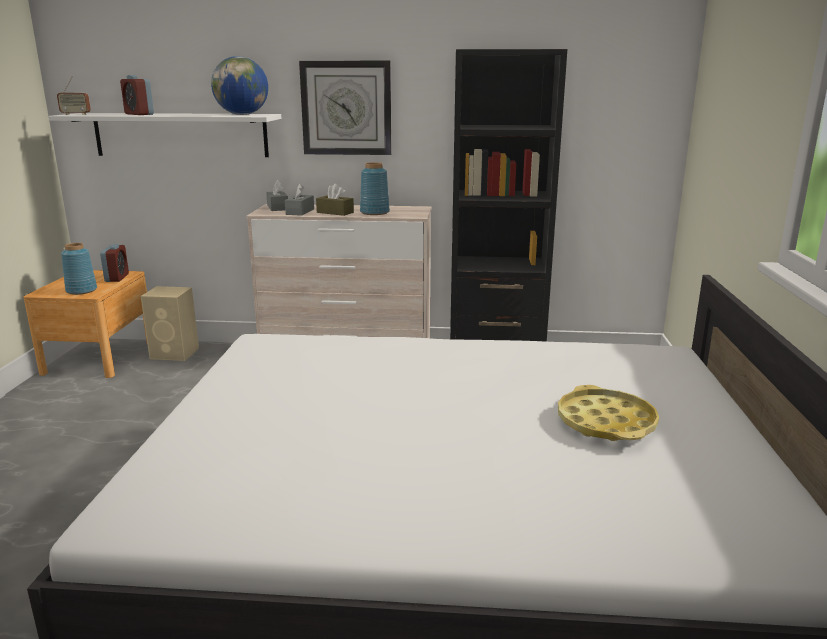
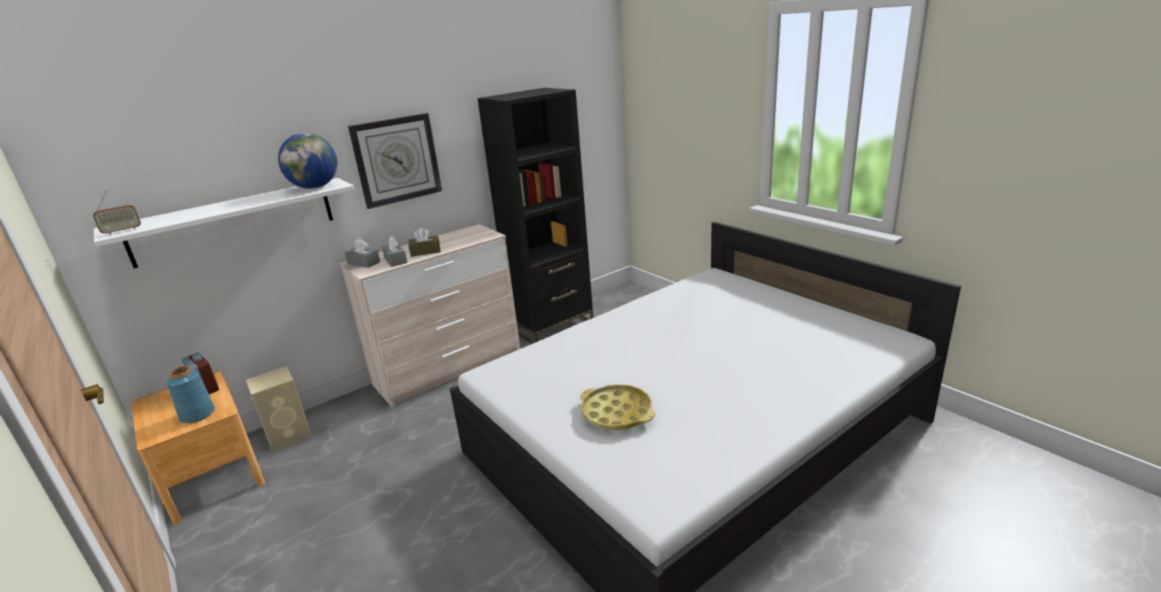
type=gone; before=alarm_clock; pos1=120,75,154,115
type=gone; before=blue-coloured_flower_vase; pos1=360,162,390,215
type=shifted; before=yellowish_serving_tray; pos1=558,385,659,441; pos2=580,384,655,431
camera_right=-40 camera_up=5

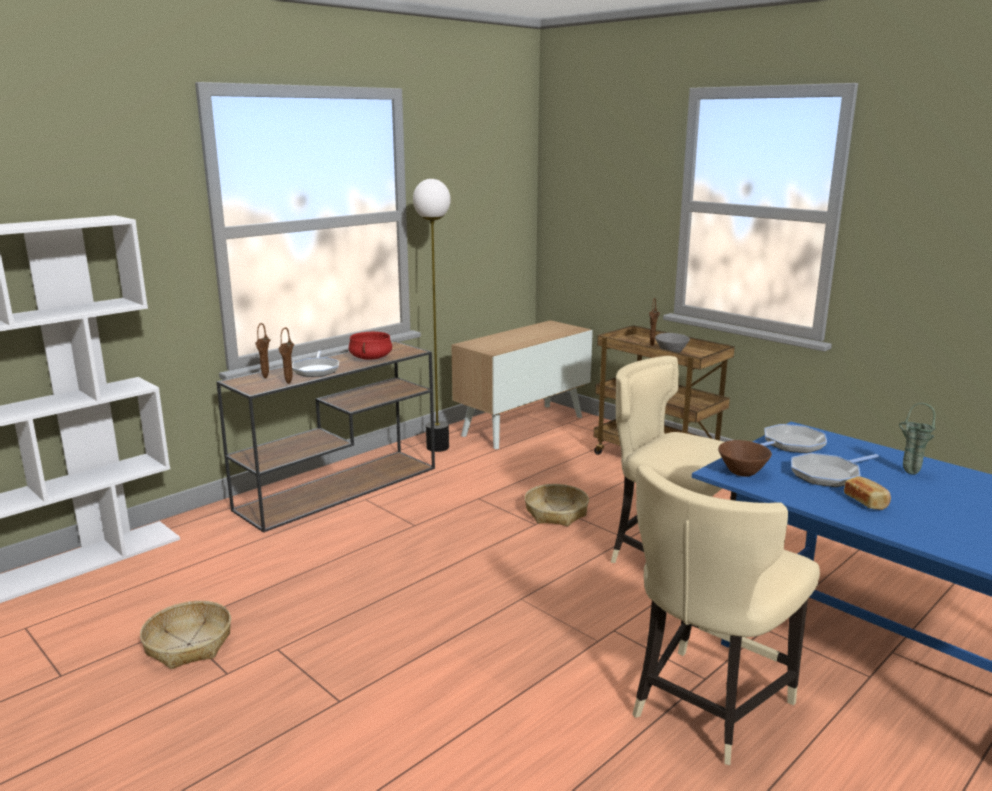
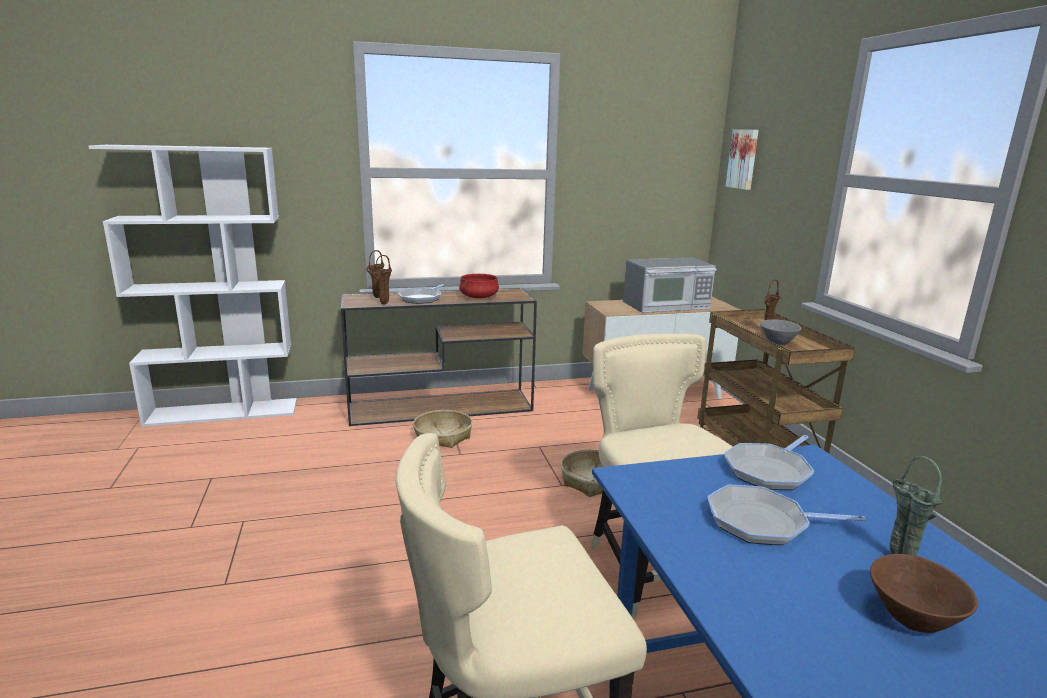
type=gone; before=standing_lamp; pos1=413,179,451,452
type=gone; before=bakery_bread; pos1=844,476,891,510
type=new; after=microwave_oven; pos2=623,258,717,313
type=new; after=wall_art; pos2=725,130,759,190
type=shifted; before=household_basket; pos1=140,601,231,669; pos2=413,410,472,448
type=shifted; before=brown_serving_bowl; pos1=718,440,772,477; pos2=870,554,978,633
type=rotated; before=pan; pos1=761,424,827,453; pos2=724,435,814,490; turn=135
camera_right=30 camera_up=0

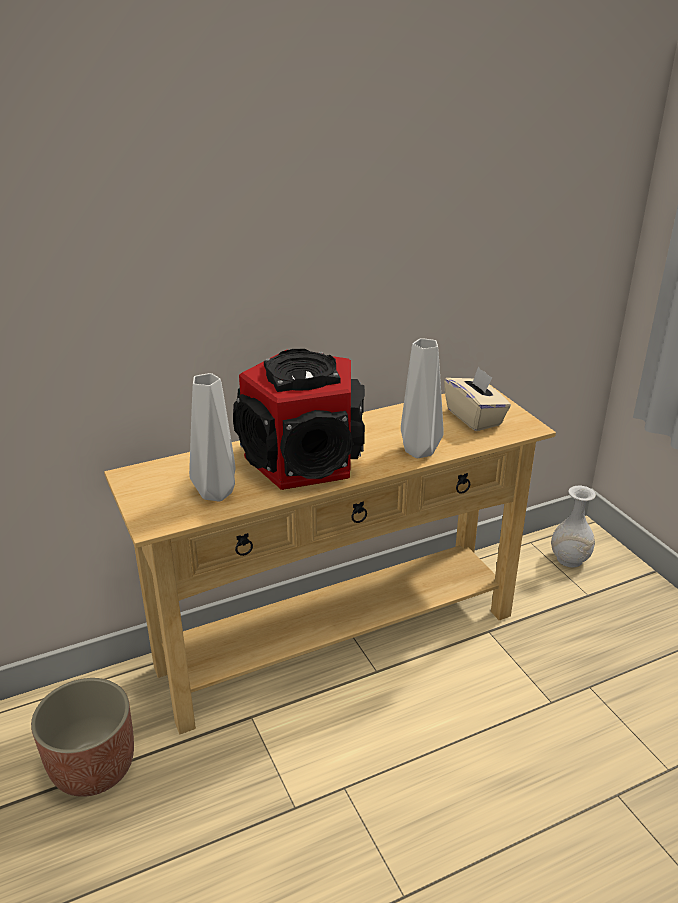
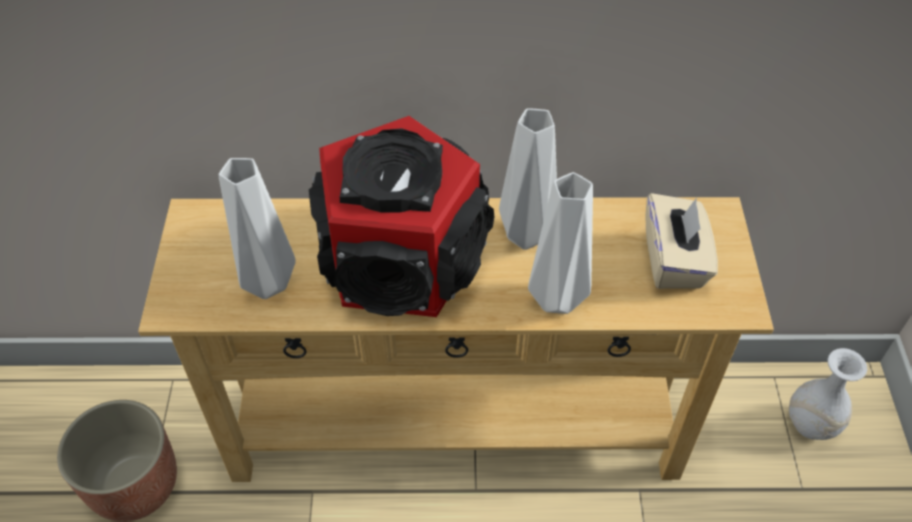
type=new; after=gray_flower_vase; pos2=499,108,557,250
camera_right=25 camera_up=20

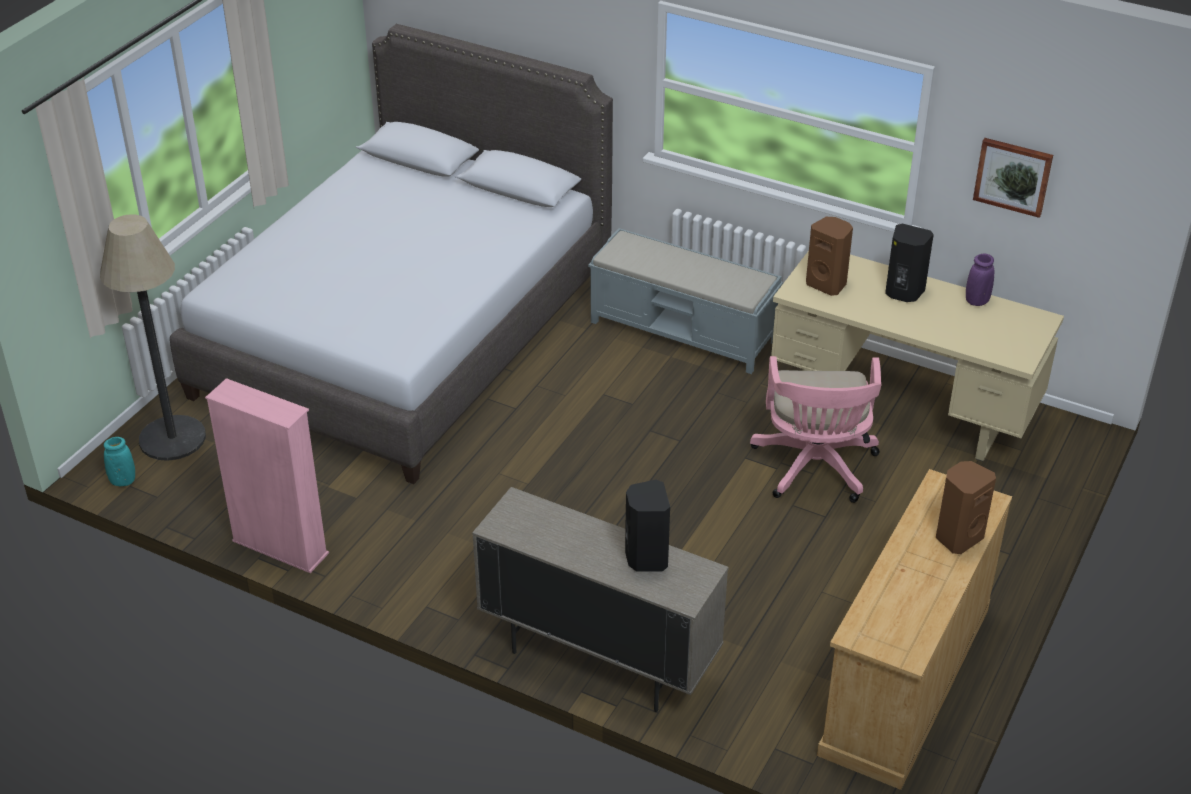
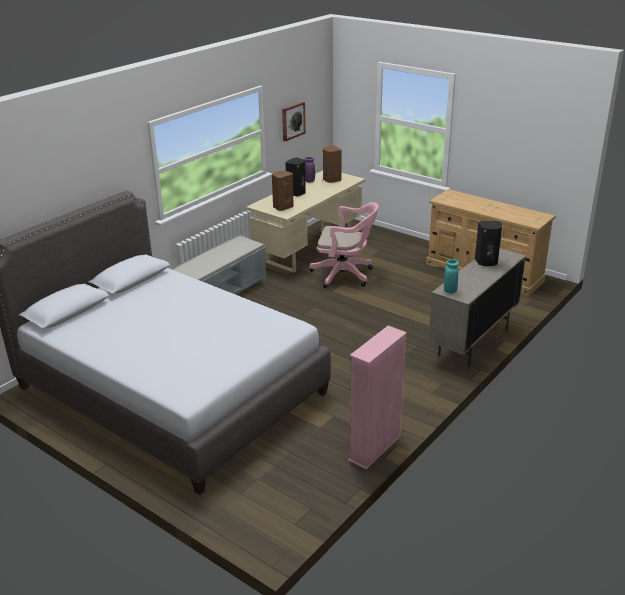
type=gone; before=standing_lamp; pos1=100,214,206,461
type=shifted; before=turquoise-coloured_flower_vase; pos1=104,437,135,486; pos2=444,259,459,293
type=shifted; before=brown_audio_speaker; pos1=936,461,996,554; pos2=323,145,342,183
camera_right=-80 camera_up=-10

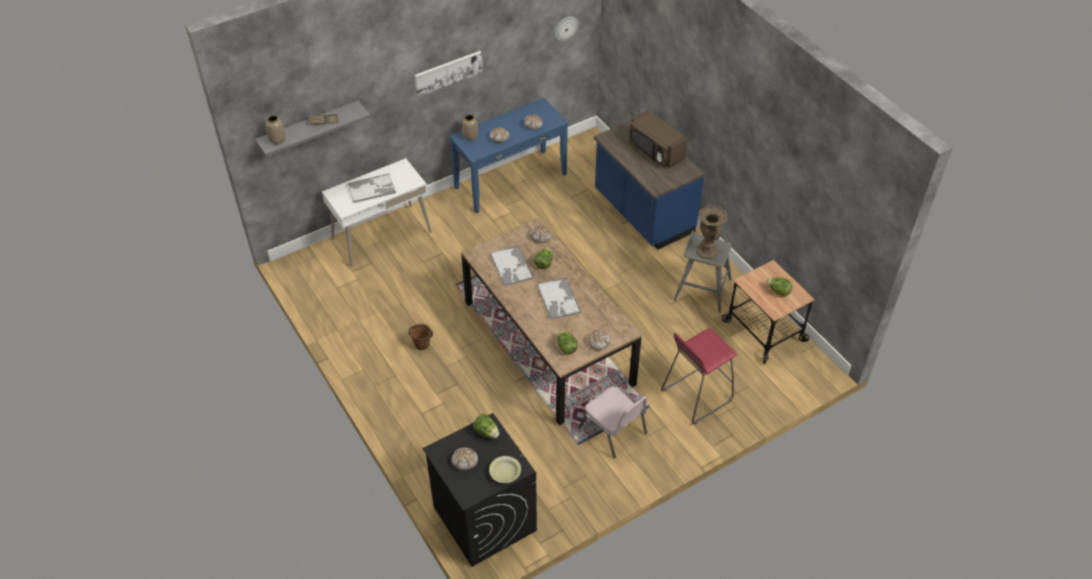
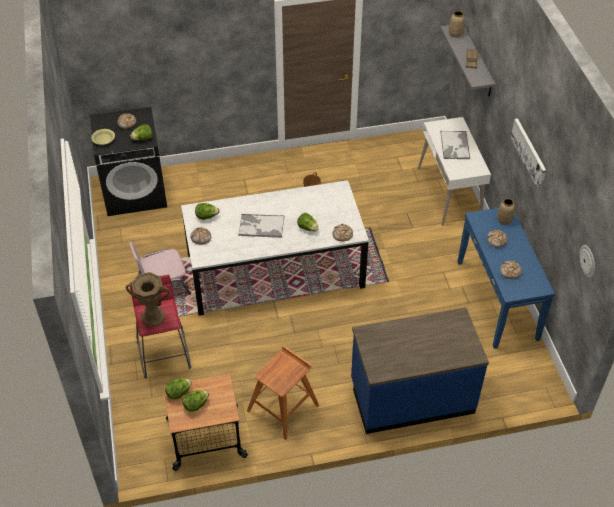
type=gone; before=serving_tray; pos1=490,246,533,286
type=gone; before=brown_microwave_oven; pos1=629,110,688,168
type=new; after=head_of_lettuce; pos2=165,378,192,400
type=shifted; before=brown_flower_vase; pos1=696,205,727,259; pos2=126,272,170,327
type=repainted; before=brown_dining_table; after=whitish_dining_table; pos1=461,218,642,426; pos2=181,180,369,316
type=repainted; before=gray_stool; after=brown_stool; pos1=673,230,732,313; pos2=247,346,319,440
camera_right=110 camera_up=0

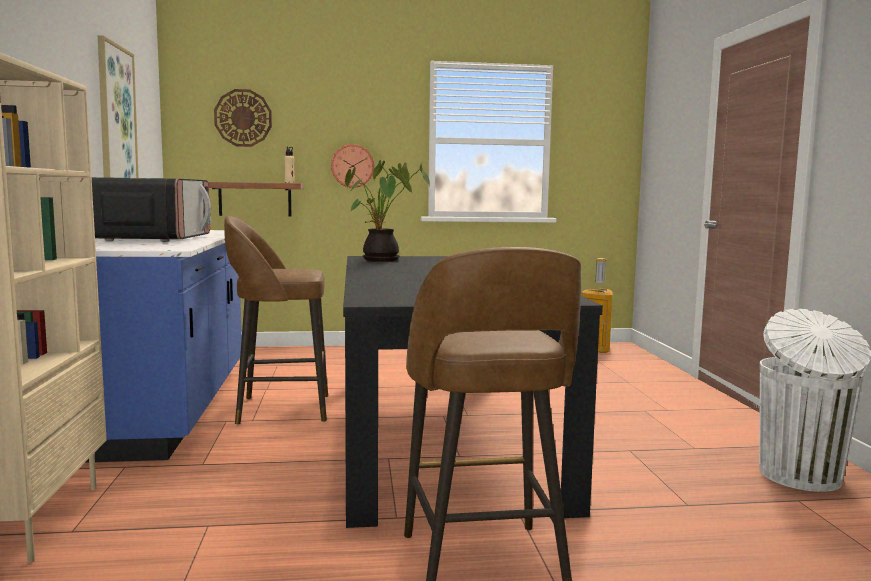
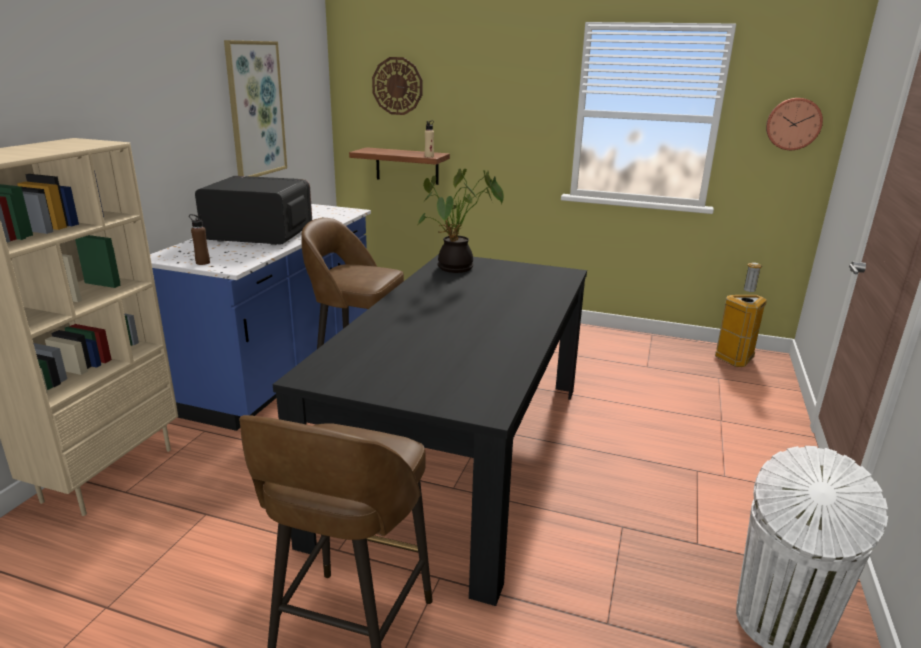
type=new; after=brown_bottle; pos2=189,214,210,265
type=shifted; before=wall_clock; pos1=331,144,374,188; pos2=766,98,823,150
type=rotated; before=microwave_oven; pos1=92,177,212,242; pos2=195,176,312,245; turn=-105
camera_right=25 camera_up=15

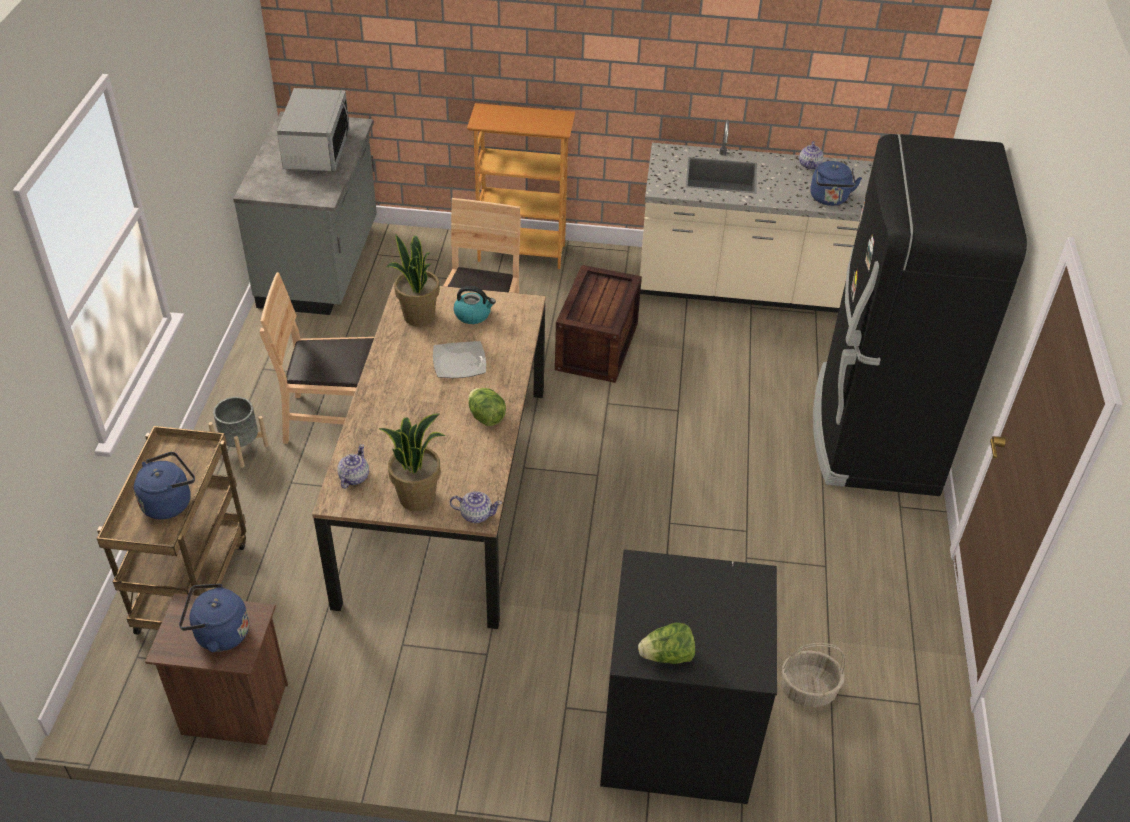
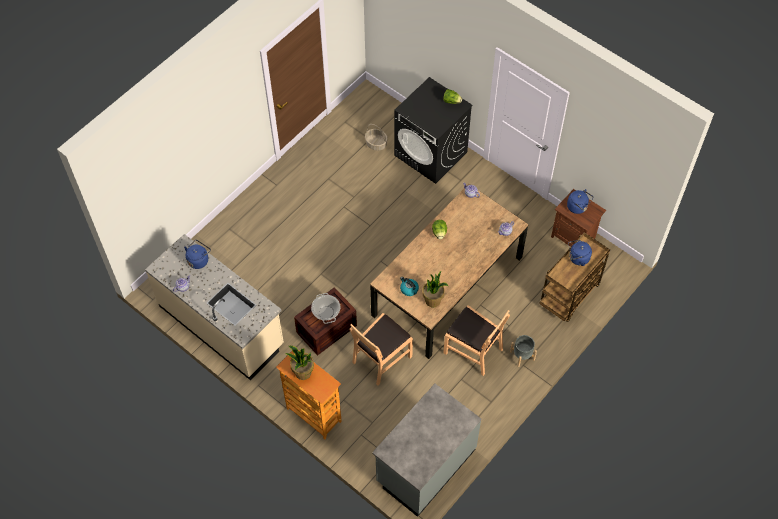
type=gone; before=microwave_oven; pos1=277,88,350,172
type=gone; before=plate; pos1=433,341,486,378
type=gone; before=black_fridge; pos1=813,134,1027,496
type=new; after=saucepot; pos2=311,293,340,324
type=shifted; before=plant_in_a_pot; pos1=379,413,446,511; pos2=285,346,314,380
camera_right=-145 camera_up=15

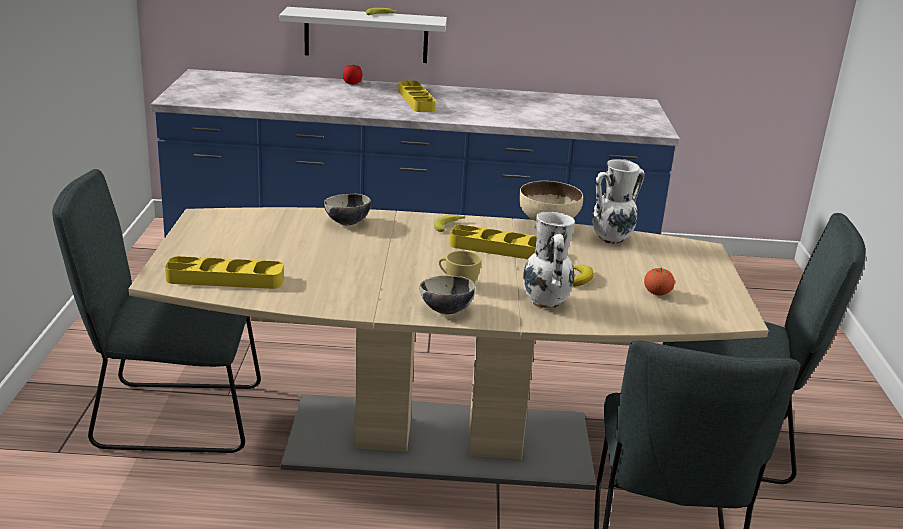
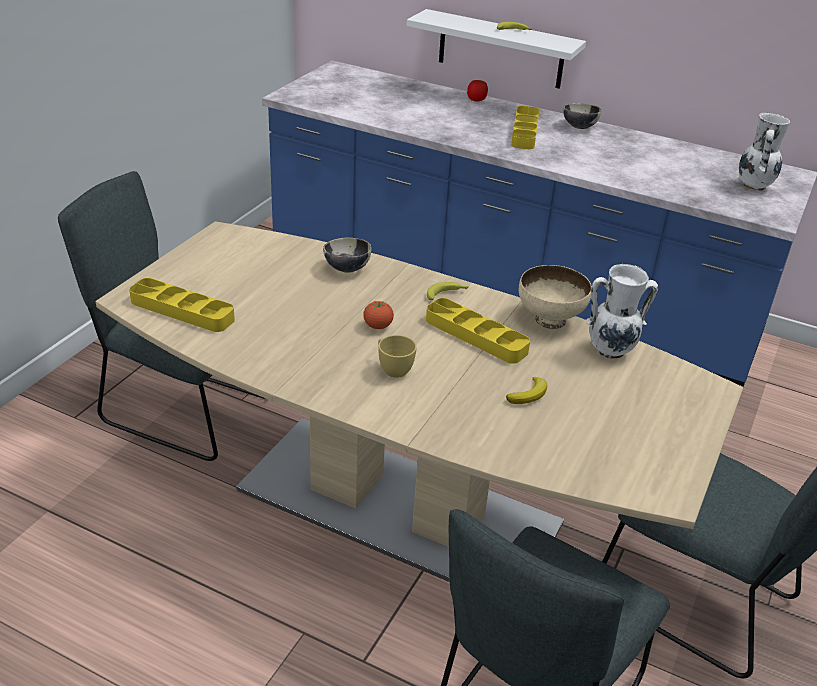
type=shifted; before=serving_bowl; pos1=420,275,475,314; pos2=563,103,602,129
type=shifted; before=whitish_flower_vase; pos1=523,211,575,308; pos2=739,112,790,191
type=shifted; before=fresh_tomato; pos1=644,268,675,295; pos2=363,301,394,329
camera_right=25 camera_up=10

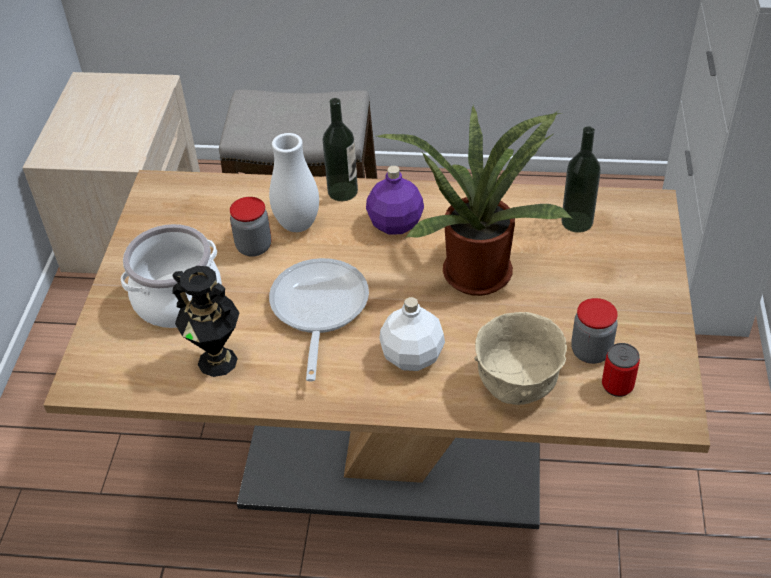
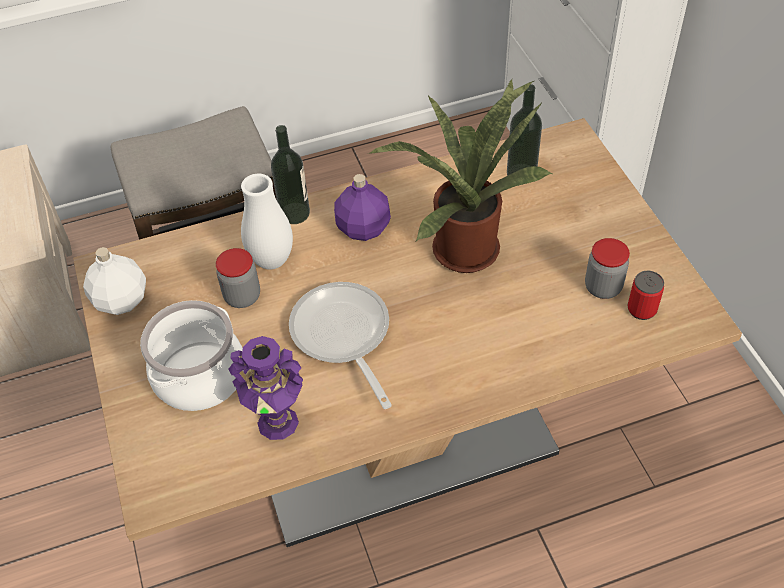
type=gone; before=beige_serving_bowl; pos1=474,312,567,405
type=shifted; before=whitish_bottle; pos1=379,297,445,371; pos2=83,247,146,315
type=repainted; before=black_flower_vase; after=purple_flower_vase; pos1=172,266,239,377; pos2=228,336,303,440
camera_right=-25 camera_up=5

